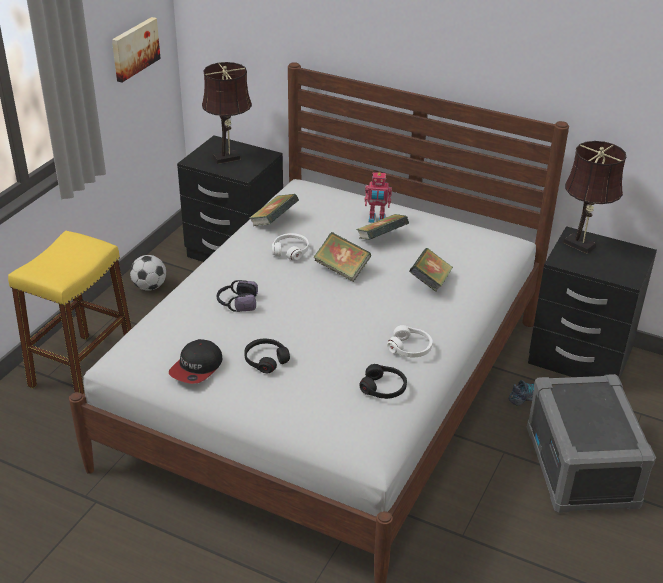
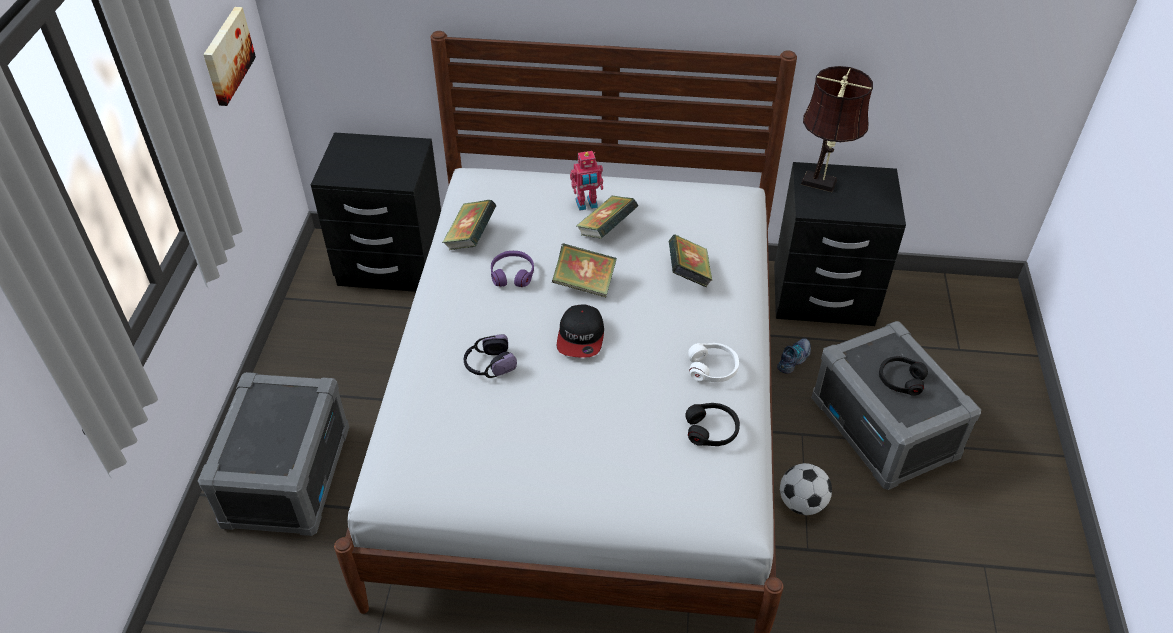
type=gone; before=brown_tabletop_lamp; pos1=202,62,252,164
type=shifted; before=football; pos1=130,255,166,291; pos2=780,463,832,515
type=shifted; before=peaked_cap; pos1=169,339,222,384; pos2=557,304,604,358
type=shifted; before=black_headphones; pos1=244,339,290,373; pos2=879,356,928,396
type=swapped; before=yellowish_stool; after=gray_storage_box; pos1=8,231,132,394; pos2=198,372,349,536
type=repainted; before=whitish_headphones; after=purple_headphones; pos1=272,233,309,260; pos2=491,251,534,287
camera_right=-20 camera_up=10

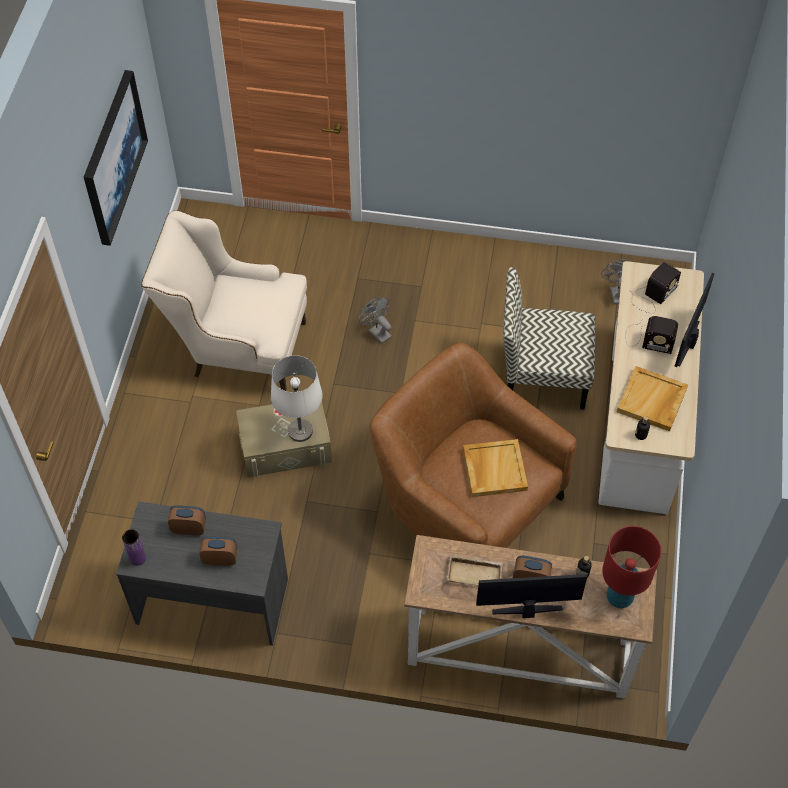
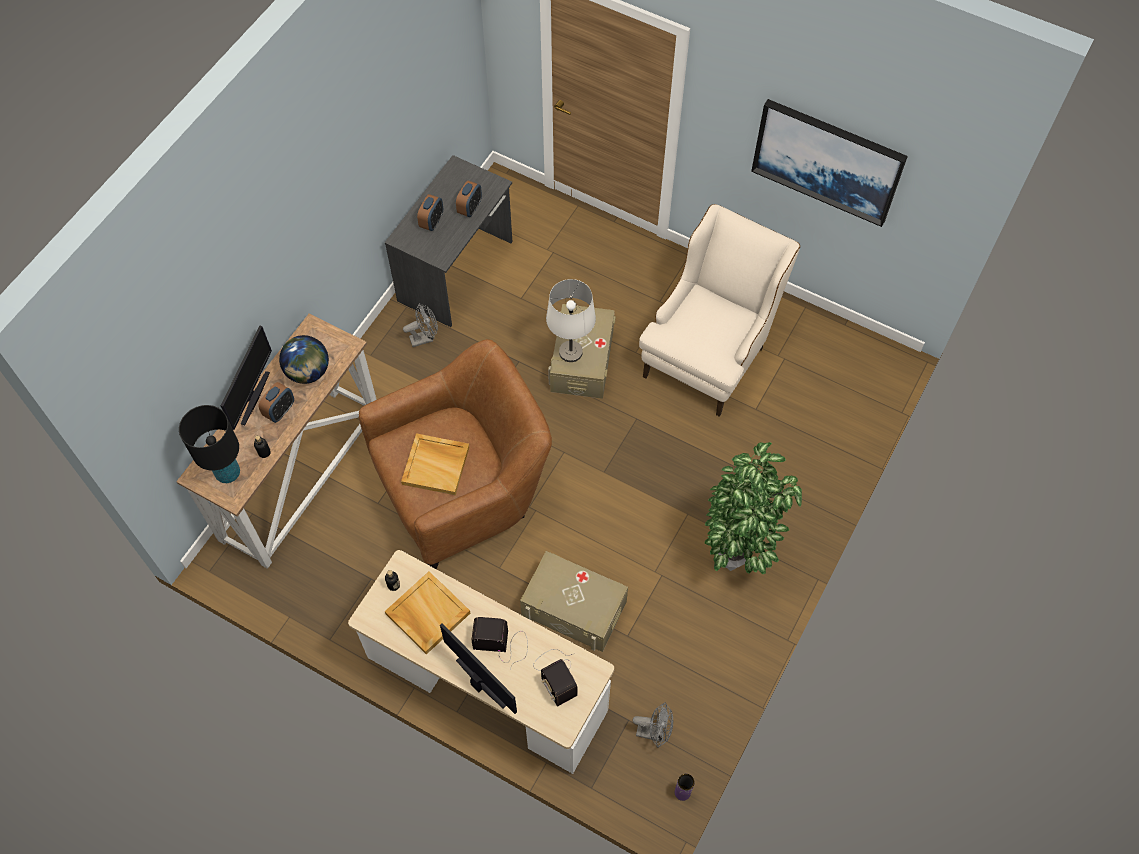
type=new; after=plant_in_a_pot; pos2=705,442,802,574
type=shifted; before=purple_flower_vase; pos1=122,529,146,566; pos2=675,774,695,801
type=shifted; before=gray_cooling_fan; pos1=359,298,392,344; pos2=403,303,438,347
type=swapped; before=beige_serving_tray; after=desk_globe; pos1=447,556,503,585; pos2=279,335,329,384
type=swapped; before=plain_chair; after=beige_storage_box; pos1=503,267,595,410; pos2=520,551,628,652
type=repainted; before=reddish_tabletop_lamp; after=black_tabletop_lamp; pos1=602,526,661,608; pos2=179,405,240,483
type=rotated; before=radio_receiver; pos1=625,316,678,354; pos2=471,617,528,670; turn=60
camera_right=110 camera_up=5

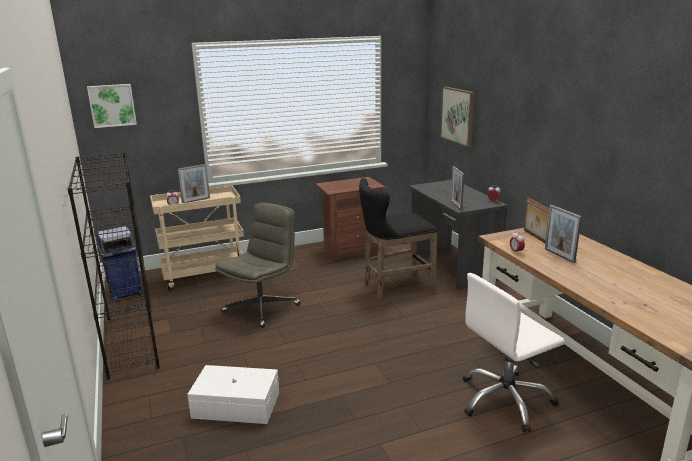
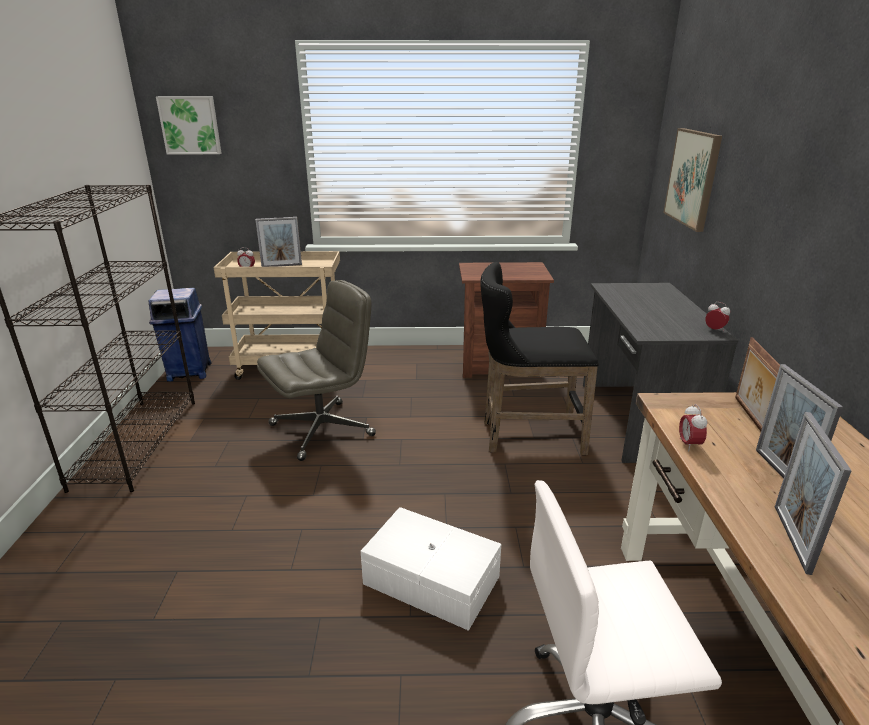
type=shifted; before=whitish_storage_box; pos1=187,365,279,424; pos2=361,507,501,631
type=shifted; before=photo_frame; pos1=451,166,464,210; pos2=775,412,852,575
camera_right=20 camera_up=5

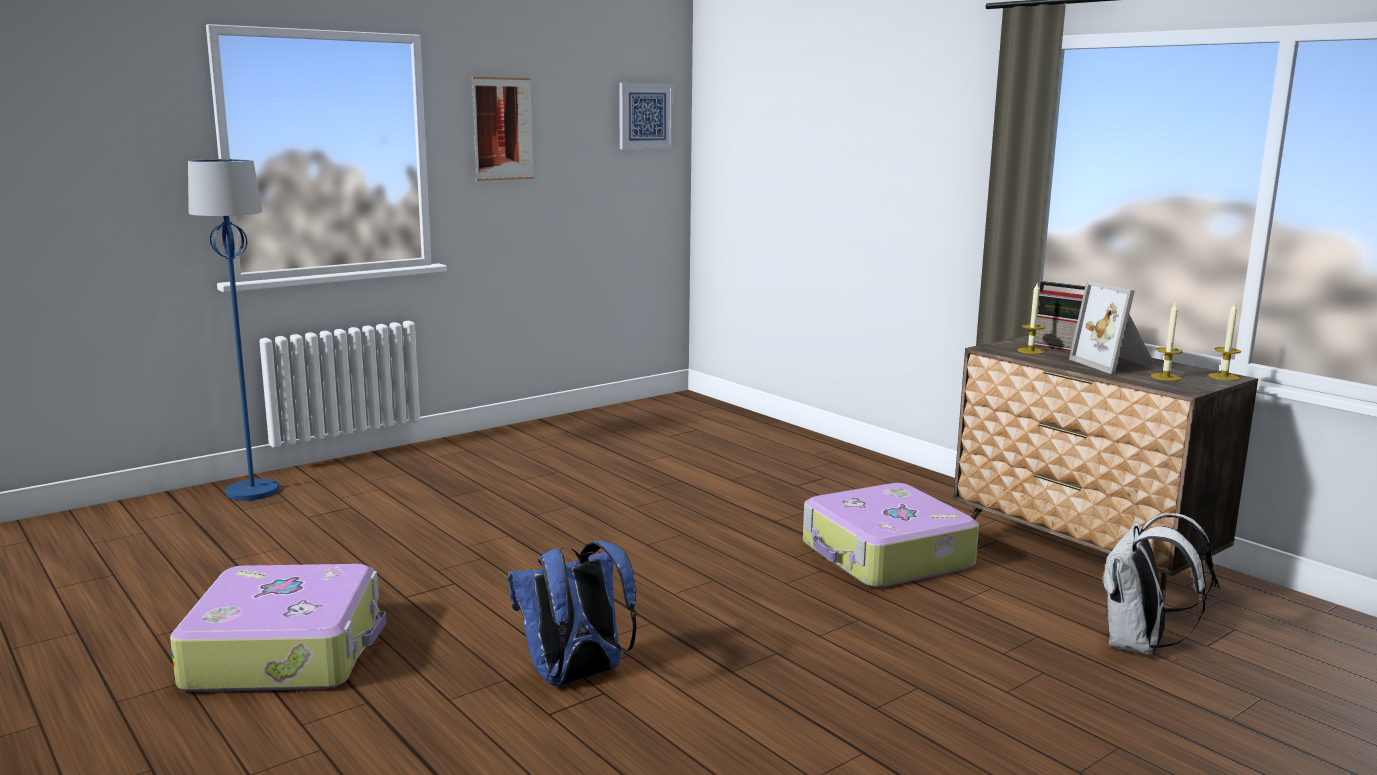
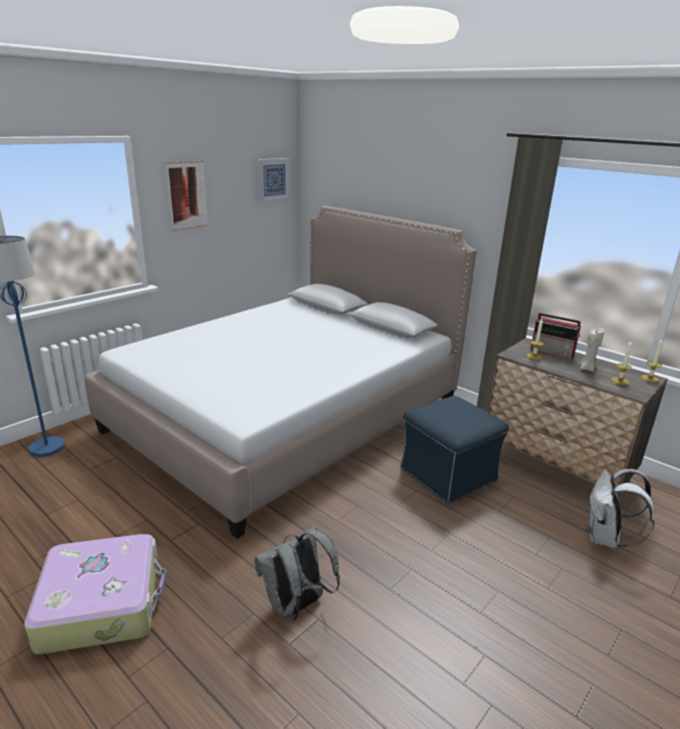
type=new; after=bedroom_bed; pos2=85,206,477,539
type=swapped; before=suitcase; after=blue-coloured_pouffe; pos1=803,483,979,588; pos2=400,396,509,504
type=swapped; before=photo_frame; after=beige_candle; pos1=1069,280,1157,374; pos2=579,328,604,372
type=repainted; before=blue-coloured_backpack; after=gray_backpack; pos1=508,541,637,686; pos2=254,526,340,620
camera_right=-10 camera_up=10

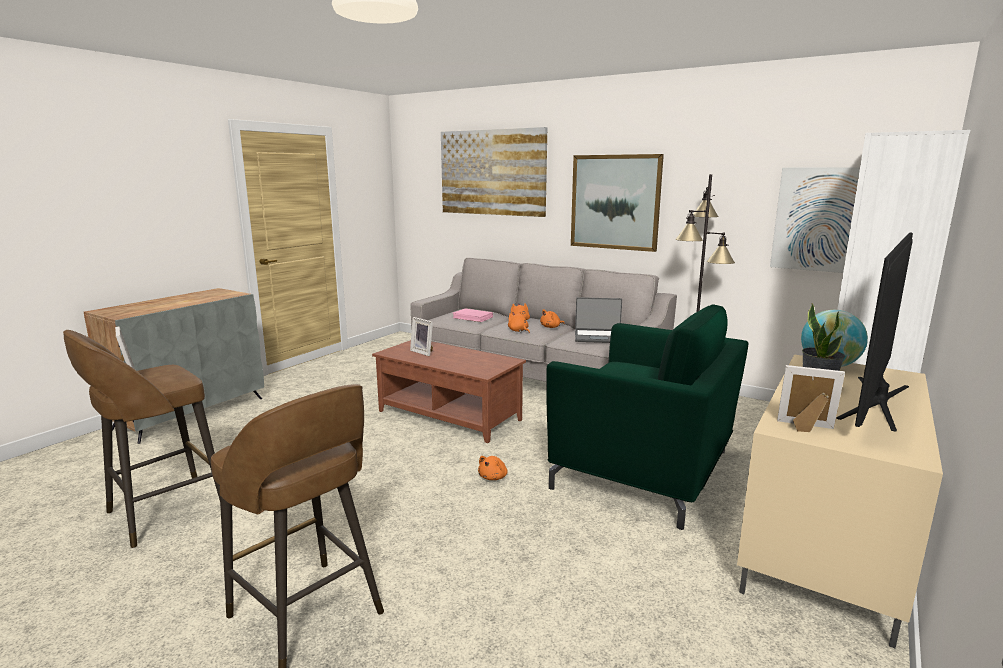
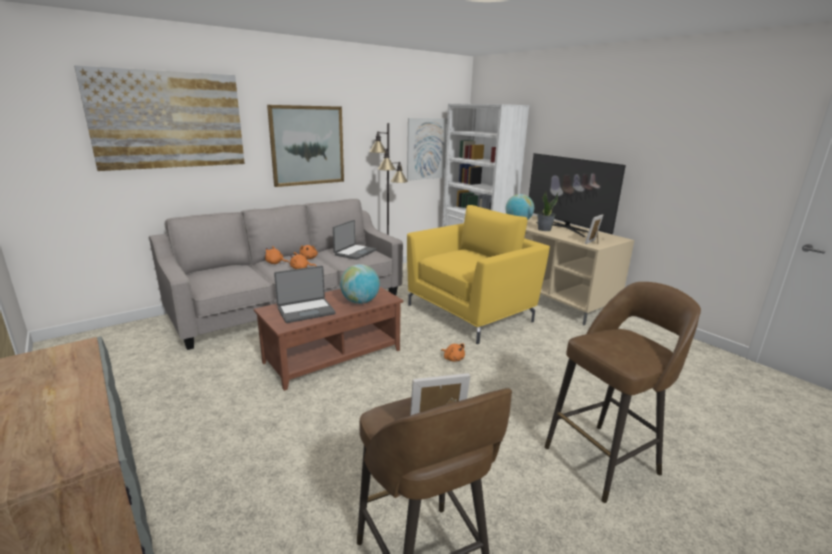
type=gone; before=pinkish_bound_book; pos1=453,308,493,322
type=new; after=desk_globe; pos2=340,264,380,304
type=swapped; before=photo_frame; after=notebook_computer; pos1=410,317,433,356; pos2=274,266,336,323
type=repainted; before=green-coloured_easy_chair; after=yellowish_easy_chair; pos1=547,304,748,530; pos2=407,205,550,344
camera_right=-70 camera_up=5

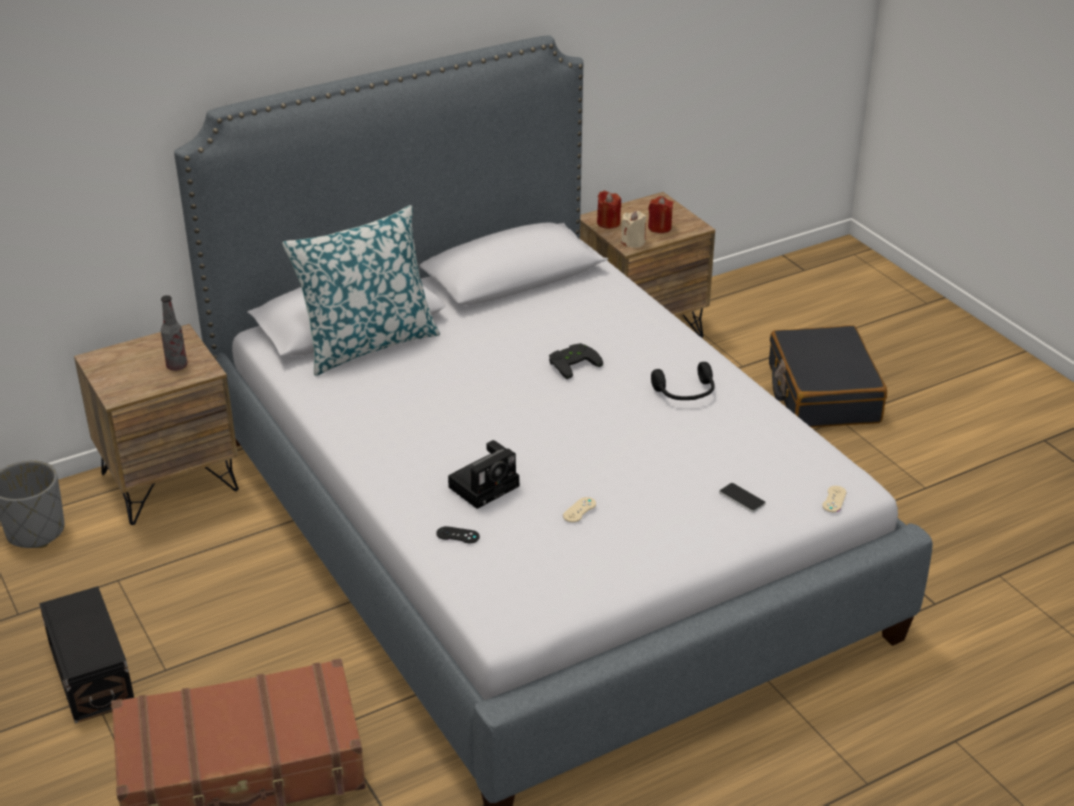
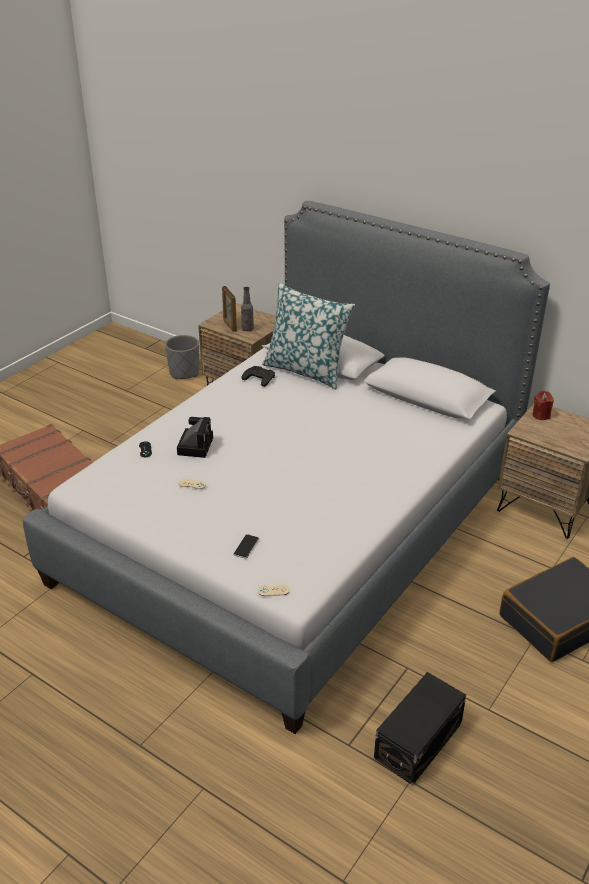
type=gone; before=beige_candle; pos1=621,211,646,248
type=gone; before=reddish_candle; pos1=648,196,673,233
type=gone; before=black_headphones; pos1=651,362,714,400
type=new; after=photo_frame; pos2=222,286,237,332
type=shifted; before=black_storage_box; pos1=39,586,134,723; pos2=374,672,466,785
type=shifted; before=black_gamepad; pos1=549,343,603,379; pos2=241,366,275,387
type=rotated; before=photo_camera; pos1=448,440,519,509; pos2=177,417,213,458; turn=-105
camera_right=65 camera_up=0

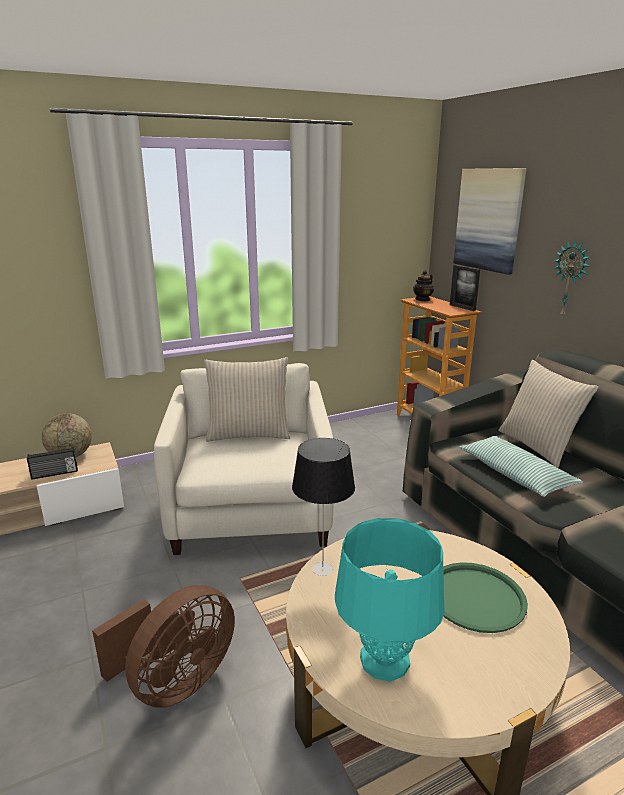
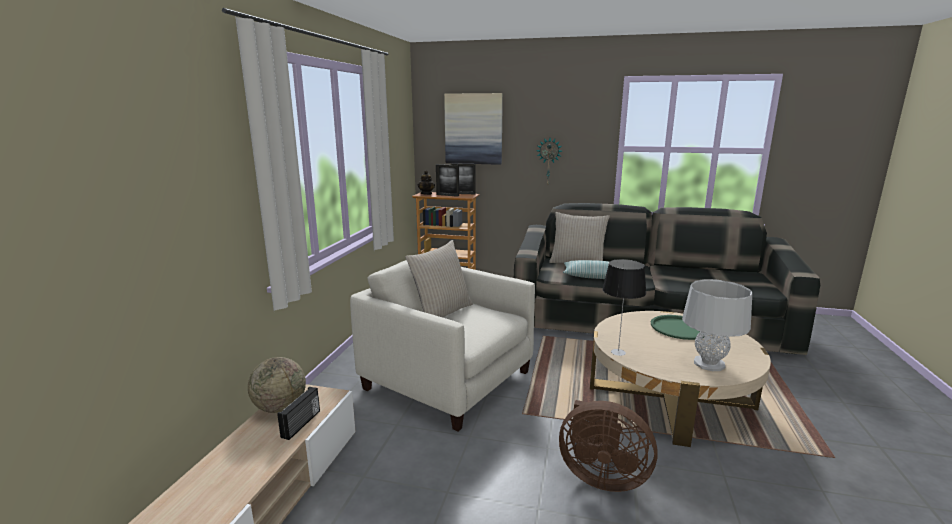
type=new; after=photo_frame; pos2=436,164,459,197
type=repainted; before=turquoise-coloured_tabletop_lamp; after=gray_tabletop_lamp; pos1=335,518,445,682; pos2=682,279,752,371
type=rotated; before=brown_cooling_fan; pos1=92,585,235,708; pos2=559,400,658,492; turn=120
camera_right=-50 camera_up=-5

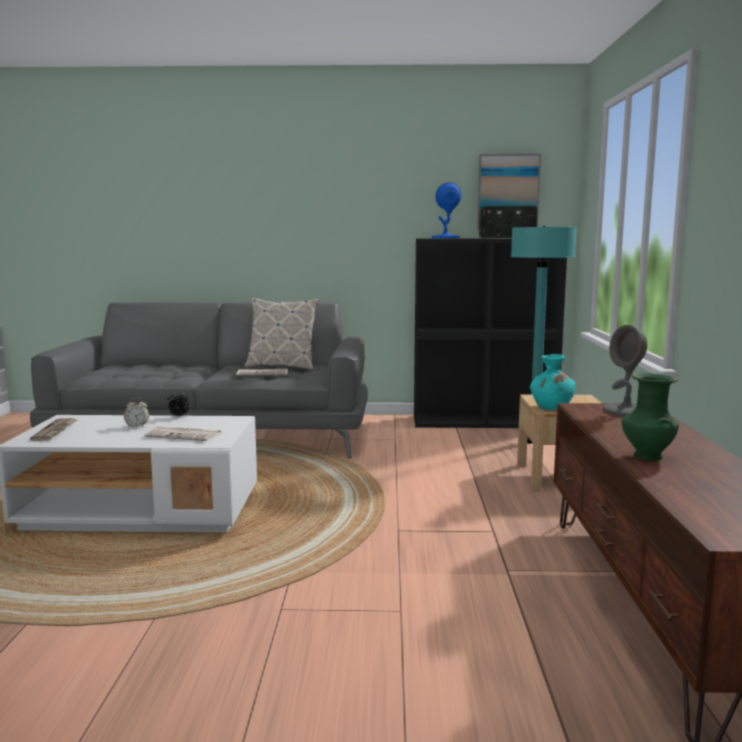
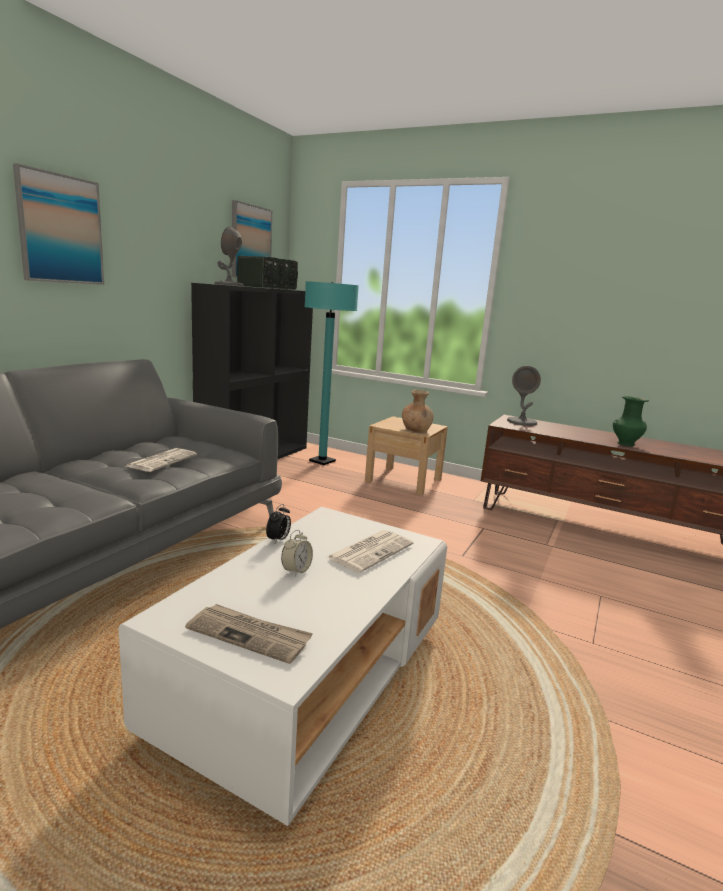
type=gone; before=throw_pillow; pos1=244,298,319,370
type=new; after=wall_art; pos2=13,163,104,285
type=repainted; before=blue-coloured_tabletop_lamp; after=gray_tabletop_lamp; pos1=432,182,461,238; pos2=214,227,244,286
type=repainted; before=turquoise-coloured_flower_vase; after=brown_flower_vase; pos1=530,354,576,410; pos2=402,390,434,433
camera_right=-65 camera_up=5

